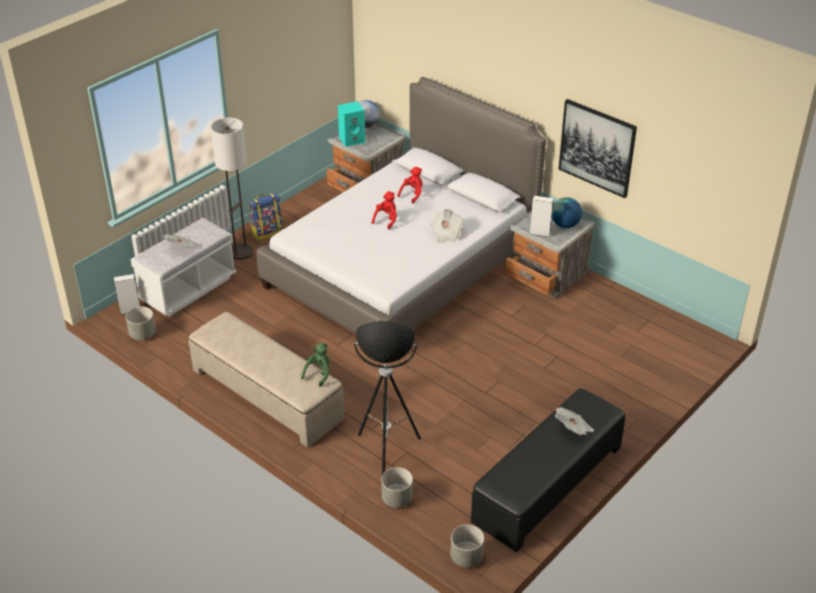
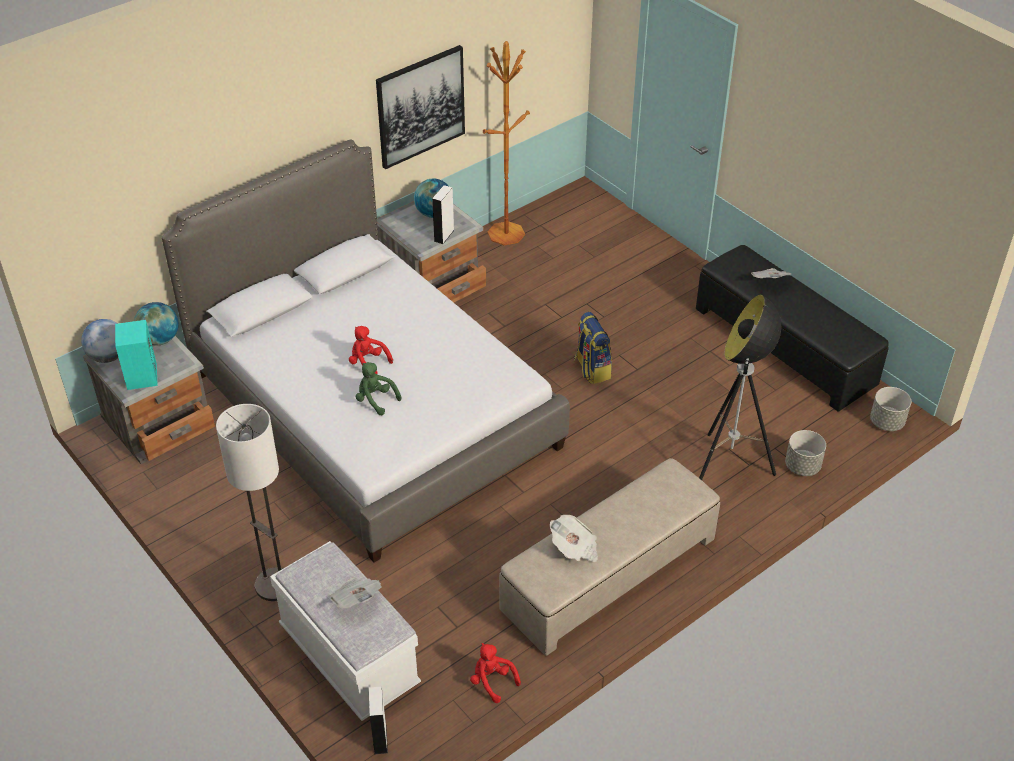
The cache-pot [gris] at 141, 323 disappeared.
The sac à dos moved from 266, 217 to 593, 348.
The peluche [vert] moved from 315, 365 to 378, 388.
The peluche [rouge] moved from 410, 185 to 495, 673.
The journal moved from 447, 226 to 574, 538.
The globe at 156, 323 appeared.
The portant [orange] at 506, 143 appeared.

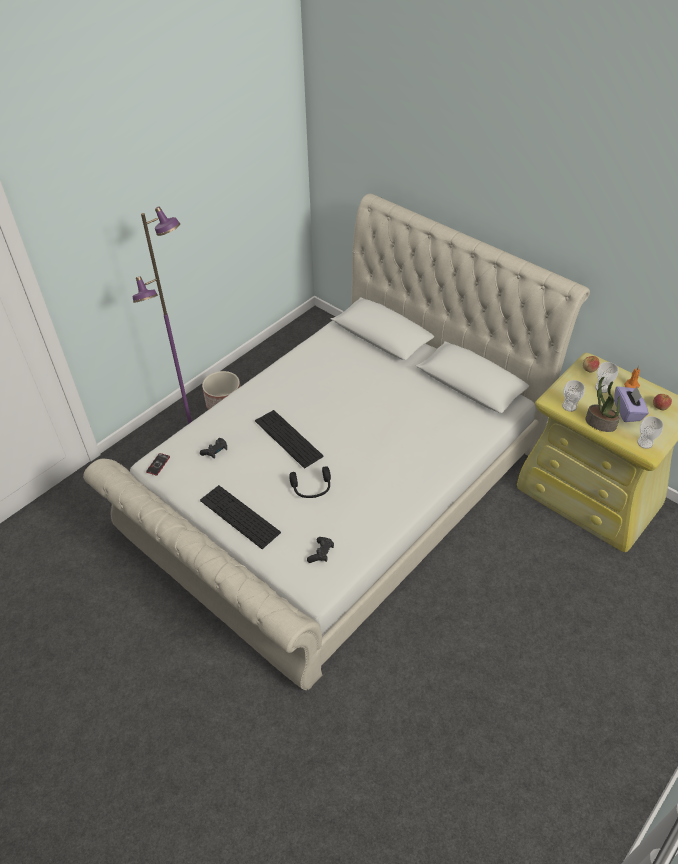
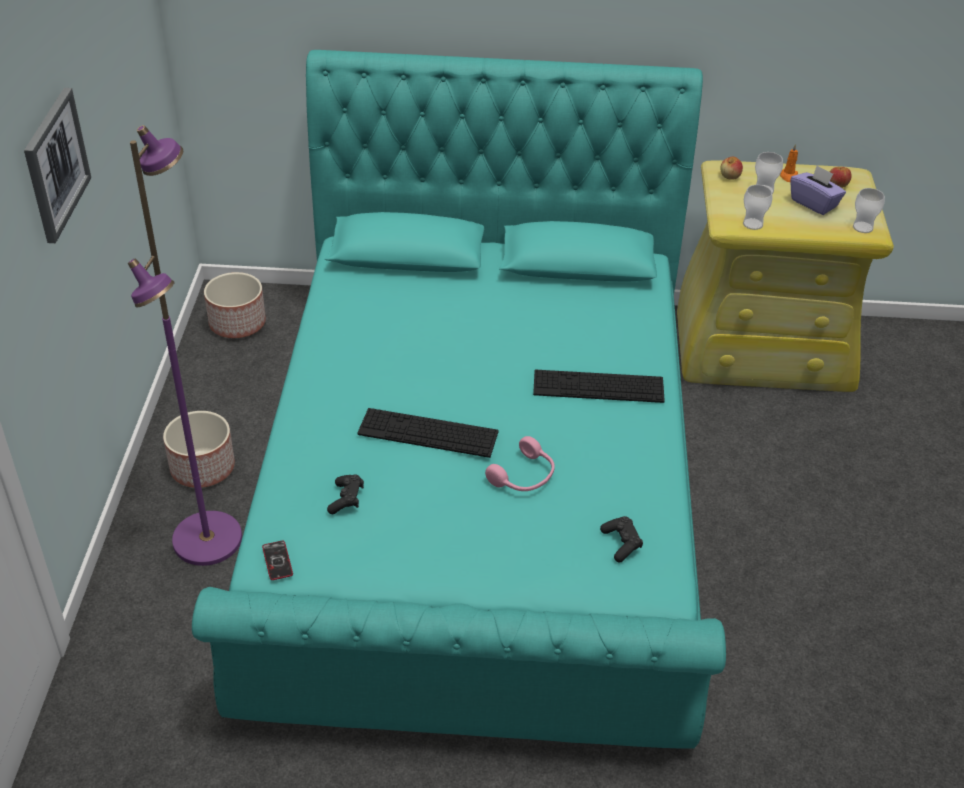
The lit [beige] at 336, 442 became the lit [turquoise] at 459, 399.
The clavier moved from 240, 517 to 599, 386.
The casque audio [noir] at 310, 482 became the casque audio [rose] at 520, 463.
The plante en pot at 602, 404 disappeared.
The tableau at 57, 165 appeared.
The cache-pot at 235, 305 appeared.

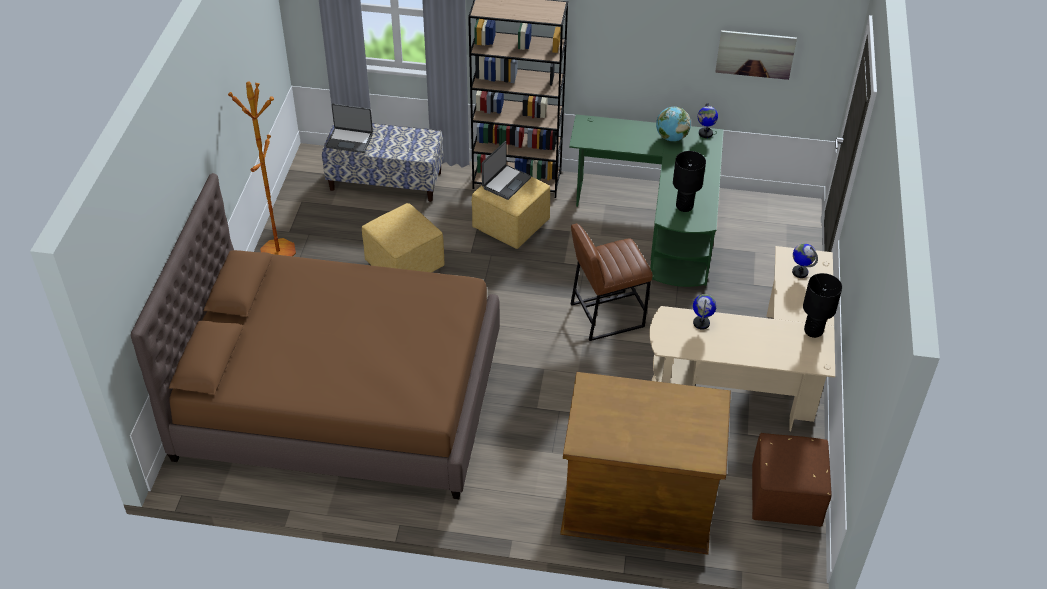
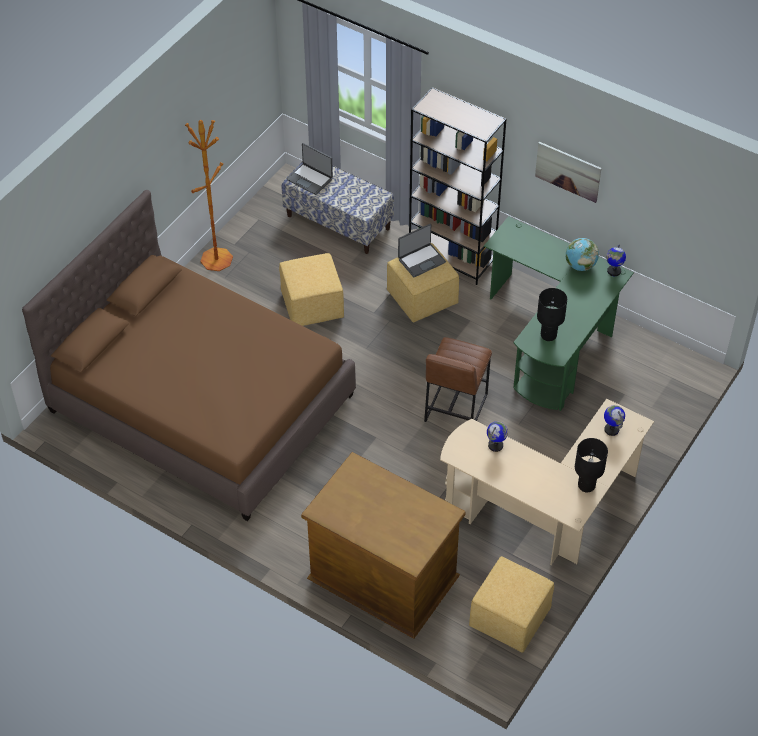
The chaise [marron] at 612, 282 turned 75 degrees counterclockwise.
The tableau moved from 756, 55 to 568, 172.
The pouf [marron] at 792, 480 became the pouf [jaune] at 511, 604.

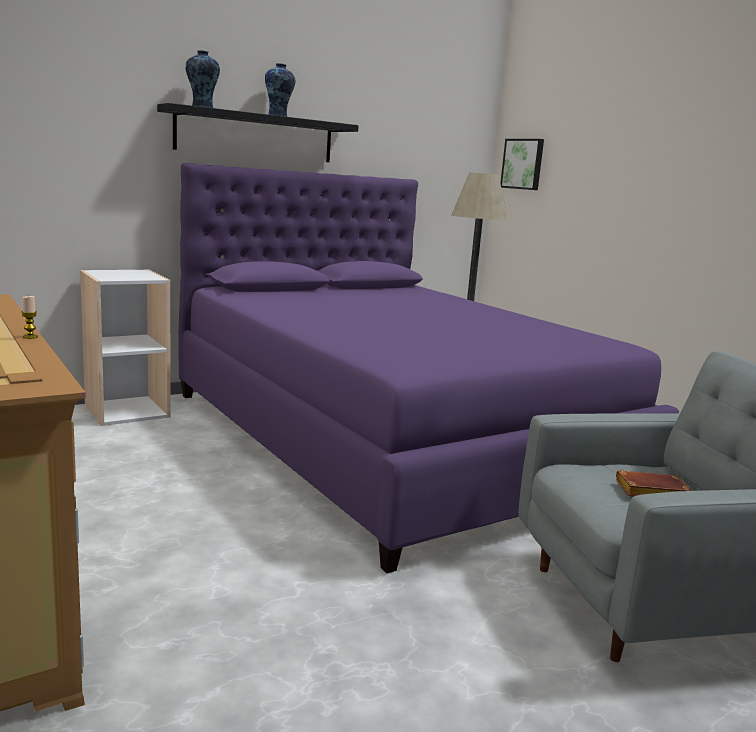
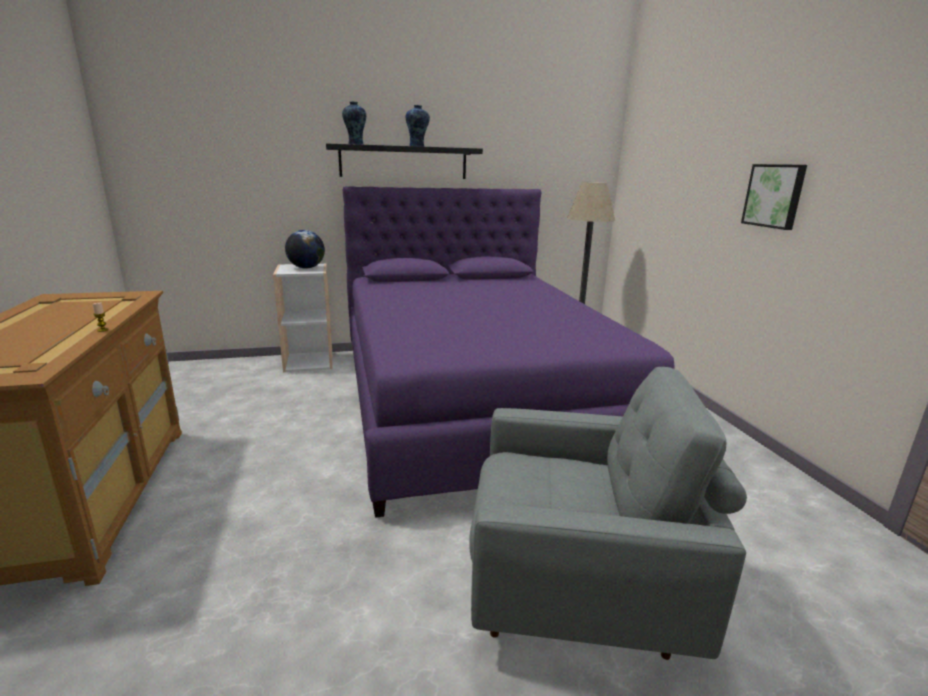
The tableau moved from 522, 164 to 774, 197.
The livre [marron] at 654, 483 disappeared.
The globe at 305, 249 appeared.

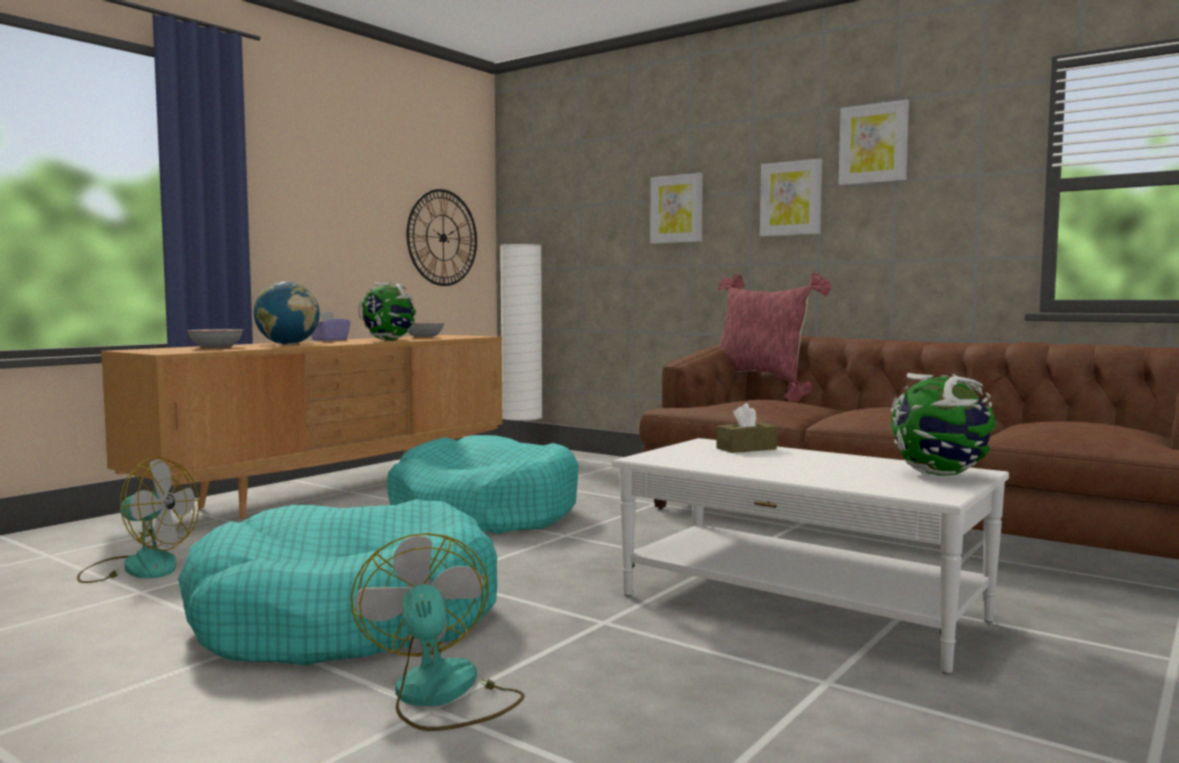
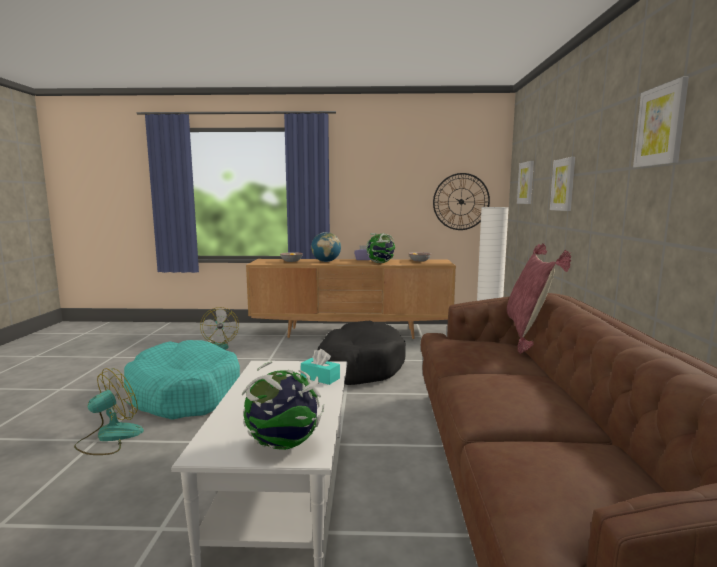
The panier pour chien [turquoise] at 483, 484 became the panier pour chien [noir] at 361, 353.
The boîte à mouchoirs [marron] at 746, 428 became the boîte à mouchoirs [turquoise] at 320, 367.
The tableau moved from 791, 197 to 525, 182.

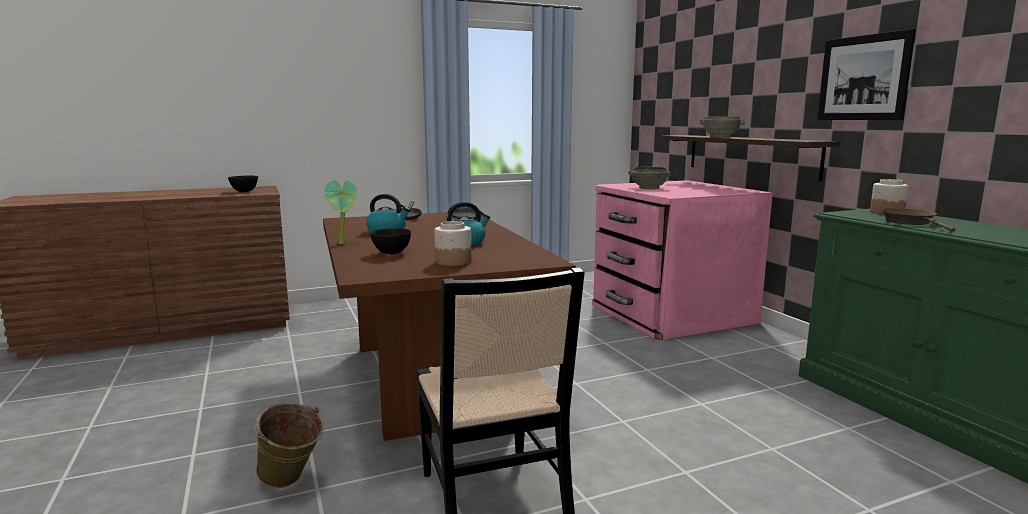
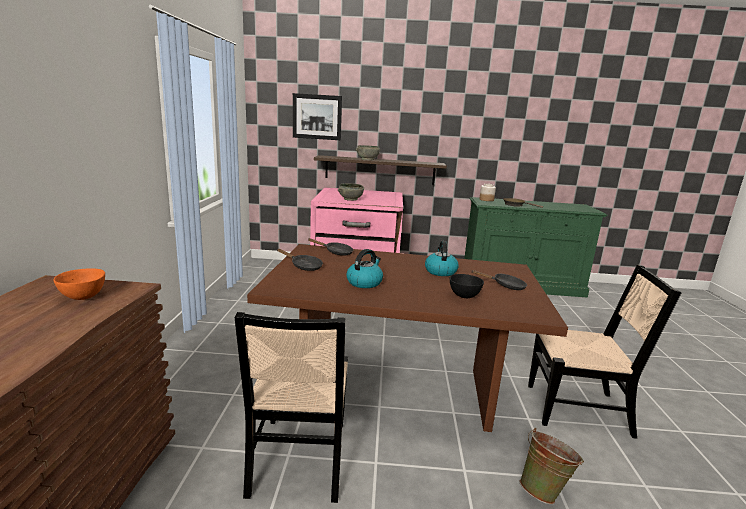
The bol [noir] at 243, 183 became the bol [orange] at 79, 284.
The plante en pot at 340, 212 disappeared.
The bocal at 453, 243 was replaced by the poêle [noir] at 499, 280.
The tableau moved from 866, 74 to 317, 116.
The chaise at 291, 407 appeared.

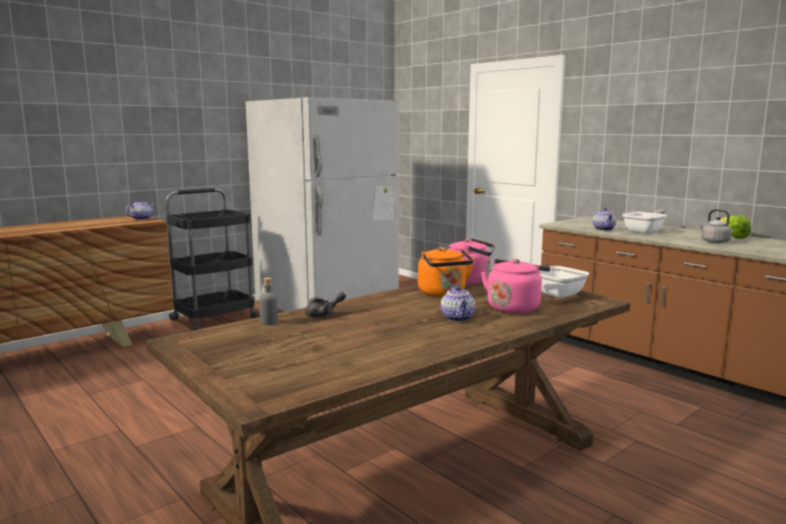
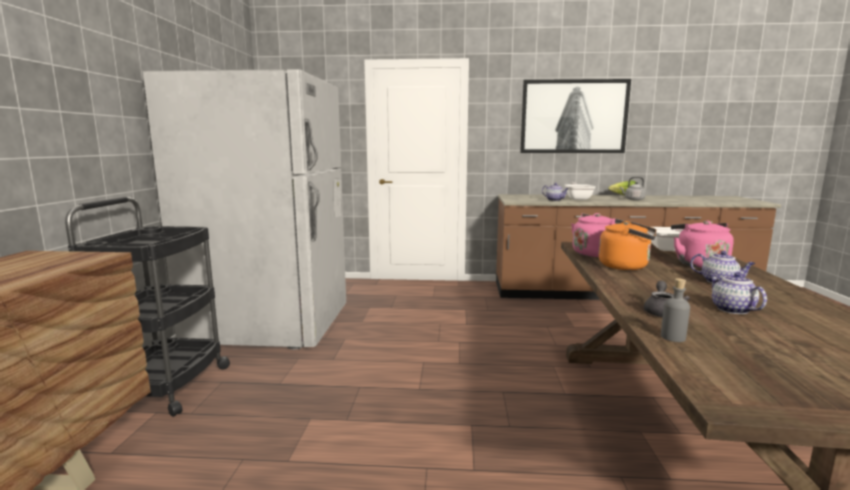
The théière moved from 140, 209 to 738, 293.
The tableau at 575, 116 appeared.

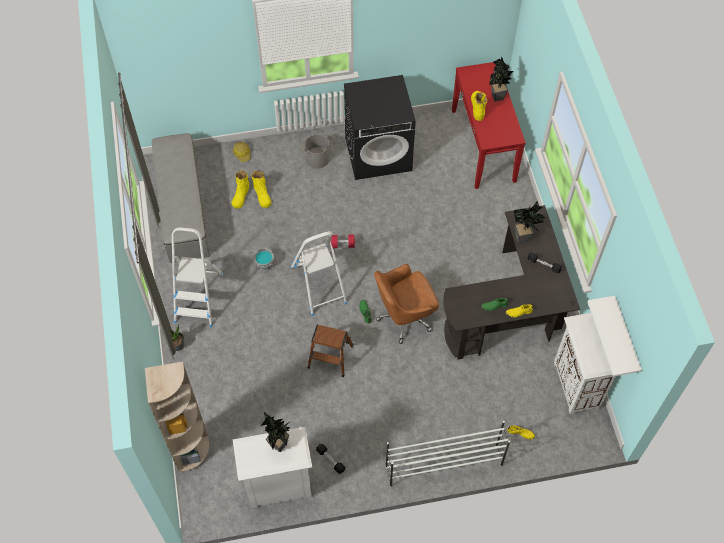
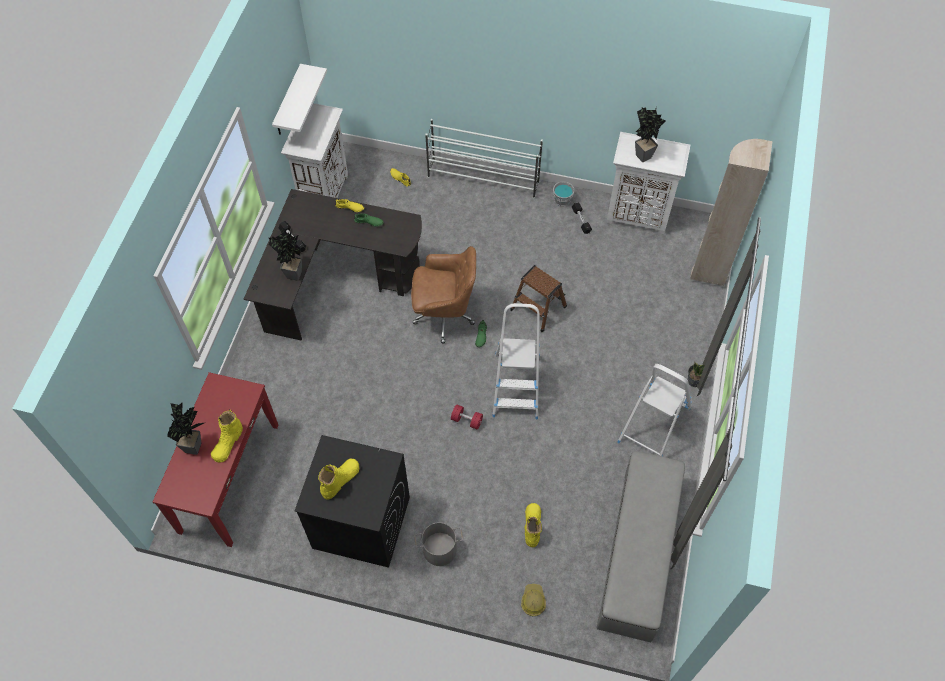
The botte [jaune] moved from 240, 189 to 338, 479.
The seau [gris] moved from 263, 259 to 564, 194.

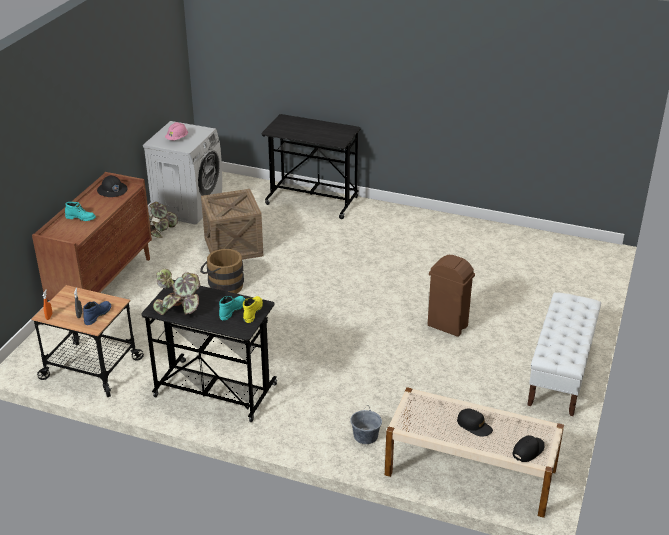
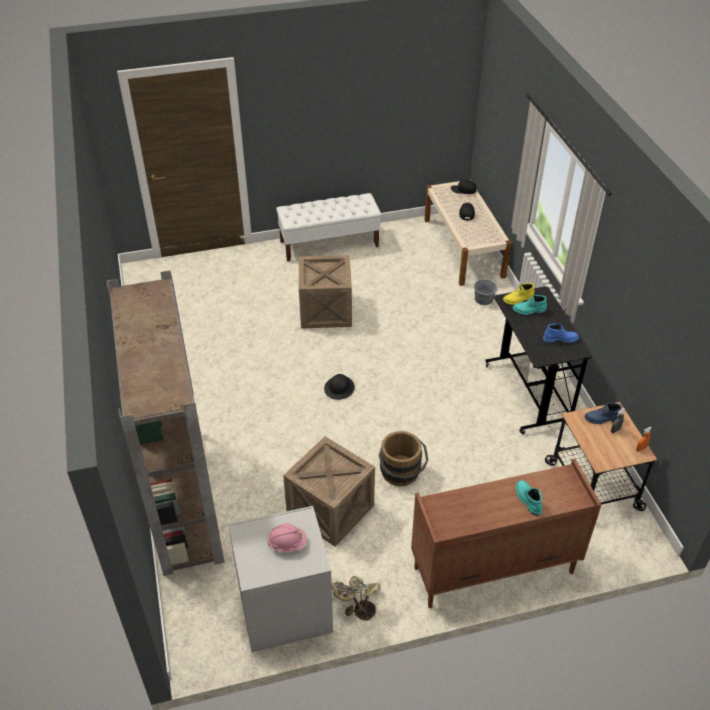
The casque de chantier [noir] moved from 112, 186 to 339, 387.
The plante en pot at 176, 292 was replaced by the botte [bleu] at 561, 333.
The bureau [noir] at 311, 166 was replaced by the bibliothèque [marron] at 165, 423.
The poubelle [marron] at 451, 296 was replaced by the caisse at 325, 292.

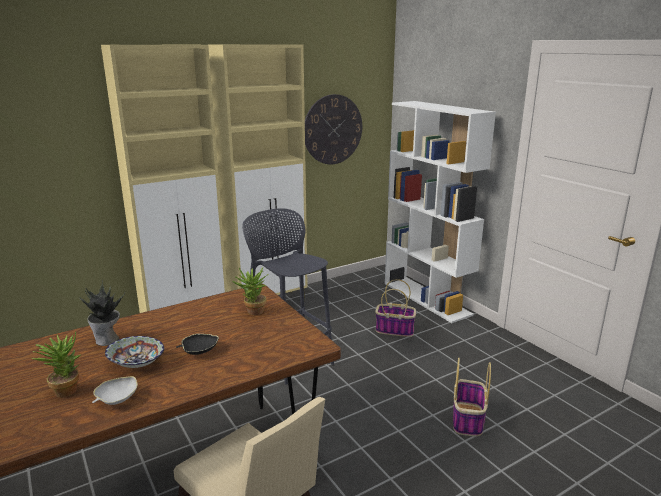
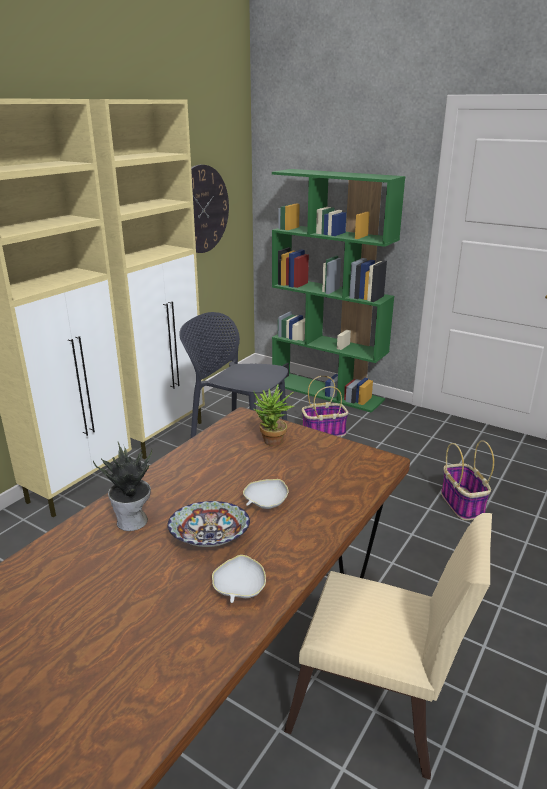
The plante en pot at 56, 365 disappeared.
The bol [noir] at 197, 344 became the bol [blanc] at 266, 494.
The bibliothèque [blanc] at 440, 212 became the bibliothèque [vert] at 338, 291.

